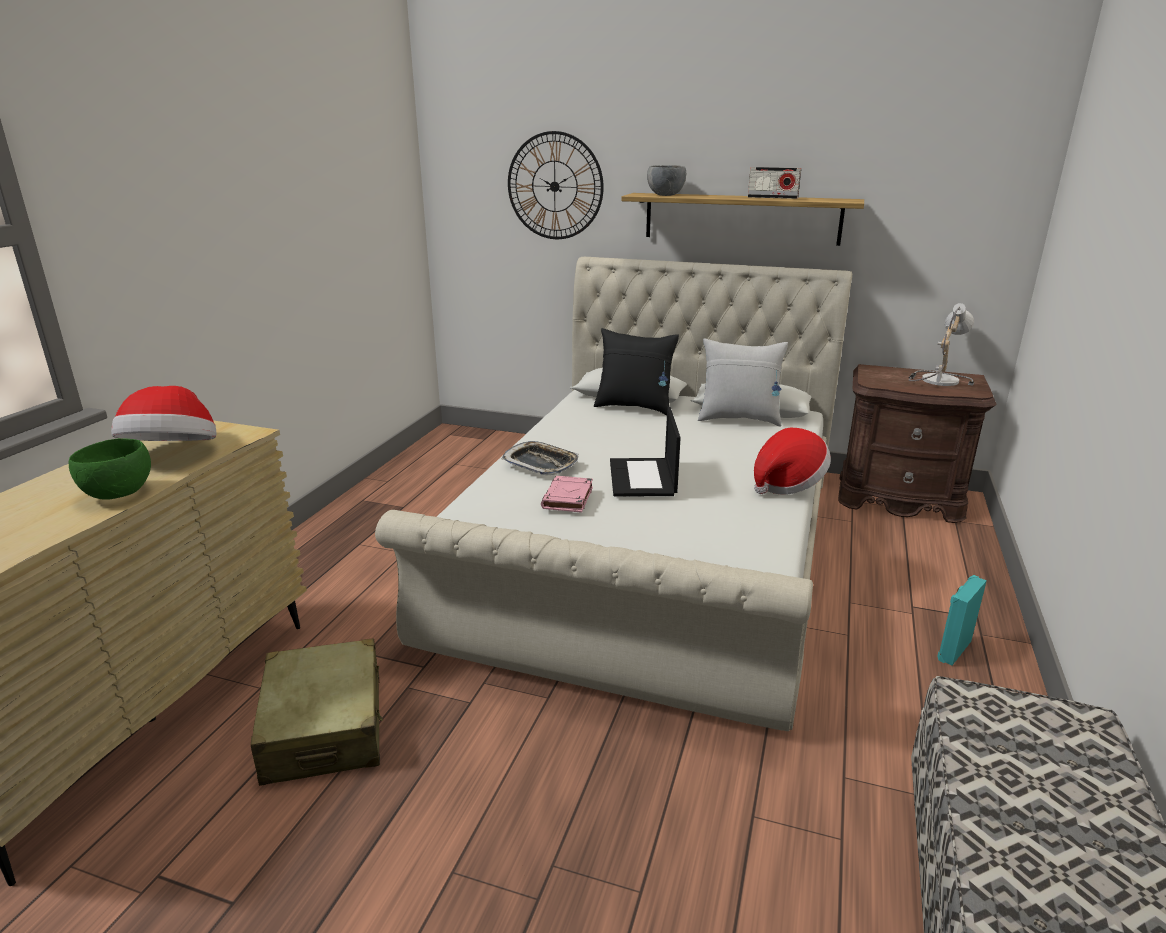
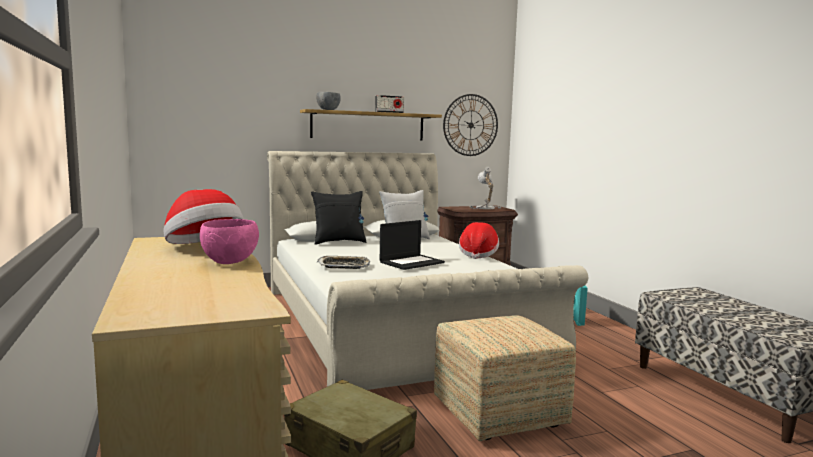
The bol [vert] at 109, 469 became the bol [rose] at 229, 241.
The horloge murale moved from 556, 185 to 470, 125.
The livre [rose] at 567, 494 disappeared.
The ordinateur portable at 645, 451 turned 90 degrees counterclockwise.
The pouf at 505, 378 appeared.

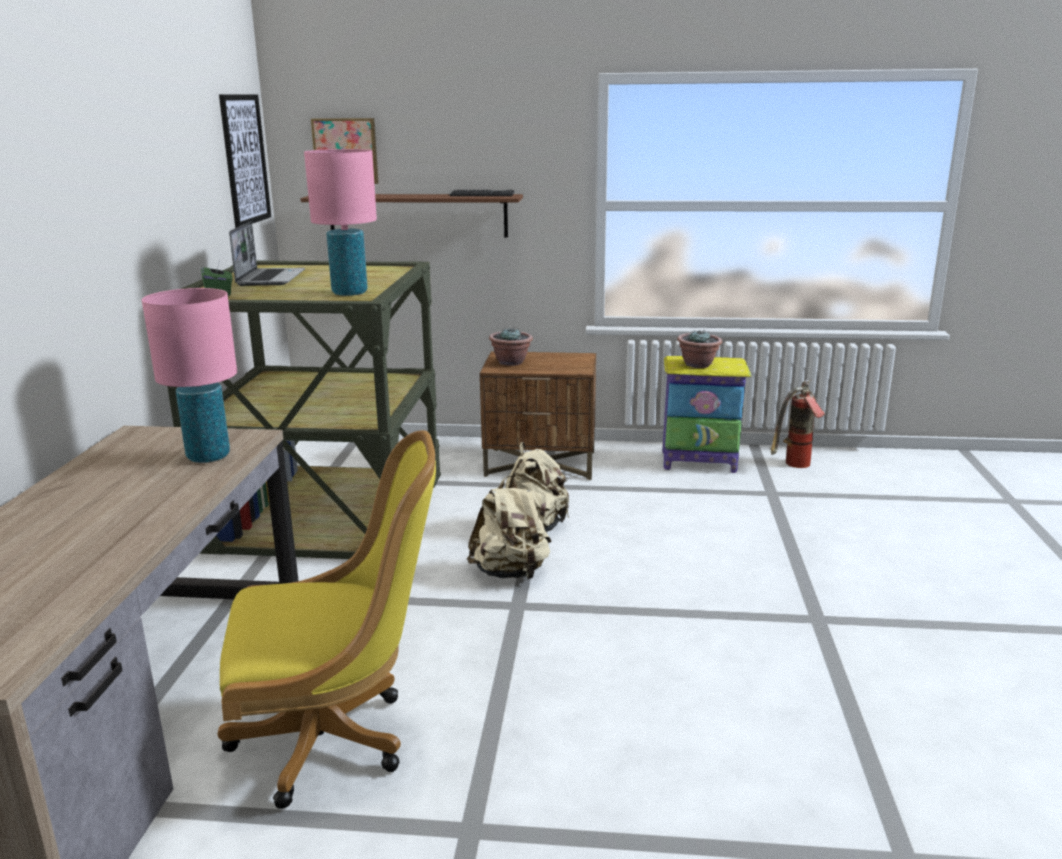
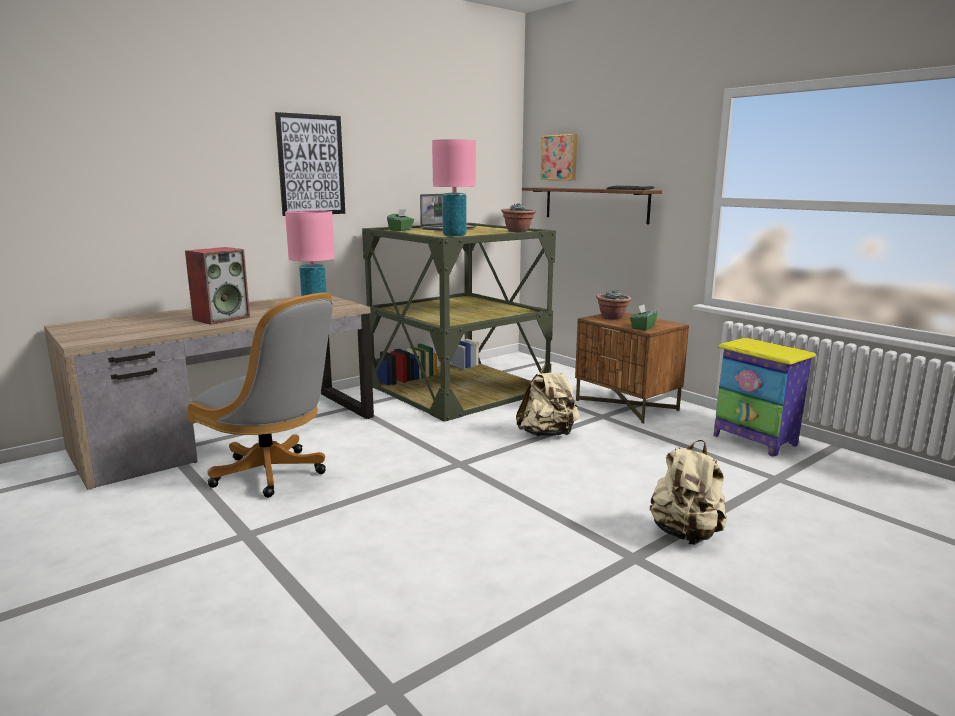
The chaise de bureau [jaune] at 327, 619 became the chaise de bureau [gris] at 260, 395.
The tableau moved from 245, 161 to 310, 164.
The sac à dos [beige] moved from 509, 527 to 688, 492.
The plante en pot moved from 699, 348 to 518, 217.
The extincteur at 798, 423 disappeared.
The enceinte at 217, 286 appeared.
The boîte à mouchoirs [vert] at 643, 317 appeared.

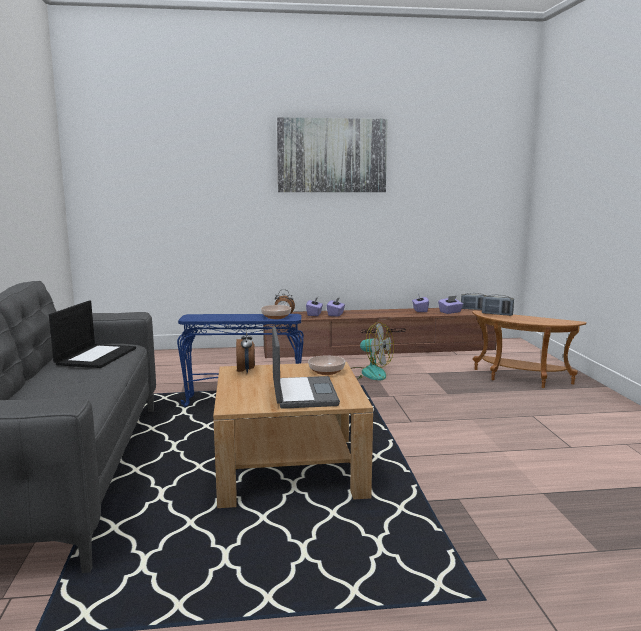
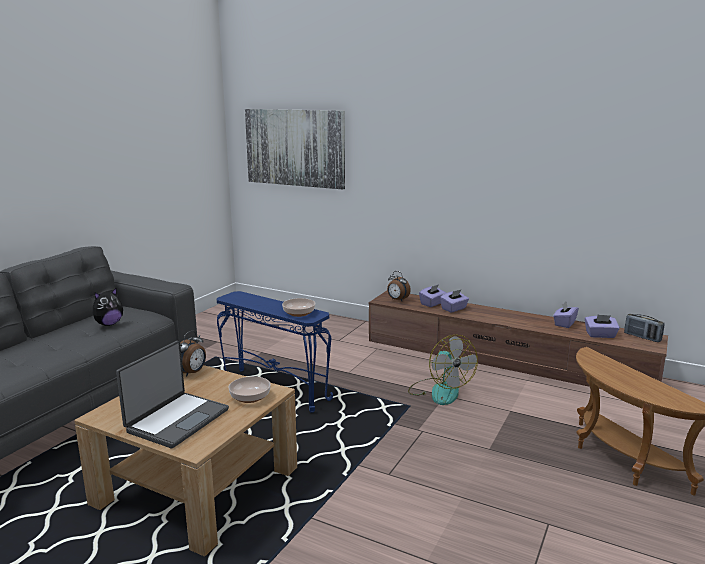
The ordinateur portable at 92, 334 was replaced by the peluche at 108, 307.
The tableau moved from 332, 154 to 295, 149.
The radio at 498, 305 disappeared.

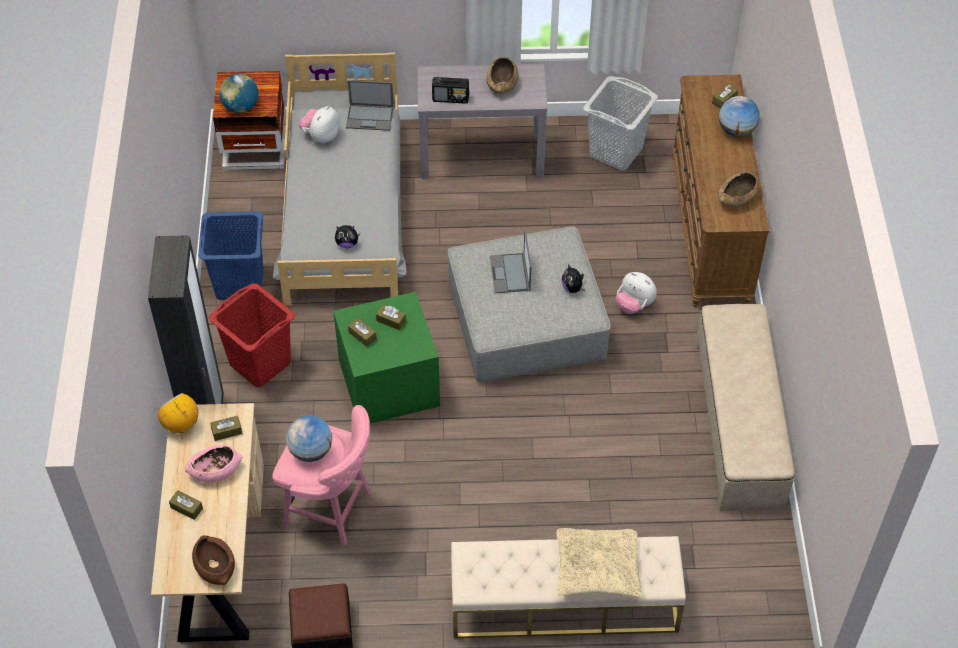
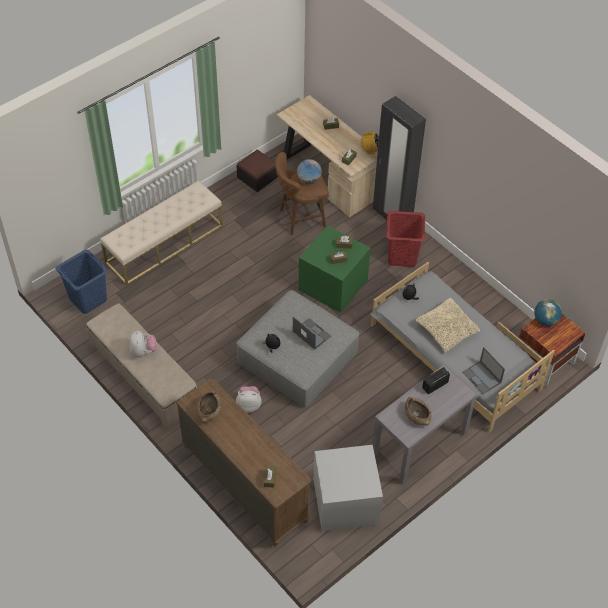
The bol [rose] at 213, 464 disappeared.
The bol [marron] at 213, 560 disappeared.
The panier à linge [bleu] moved from 230, 255 to 81, 281.
The tabouret [rose] at 321, 475 became the tabouret [marron] at 302, 193.
The peluche moved from 319, 124 to 143, 344.
The ordinateur portable at 370, 105 turned 90 degrees counterclockwise.
The coussin [beige] moved from 599, 562 to 448, 325.
The panier à linge [gris] at 621, 123 was replaced by the boîte de rangement [gris] at 348, 488.
The globe at 739, 116 disappeared.

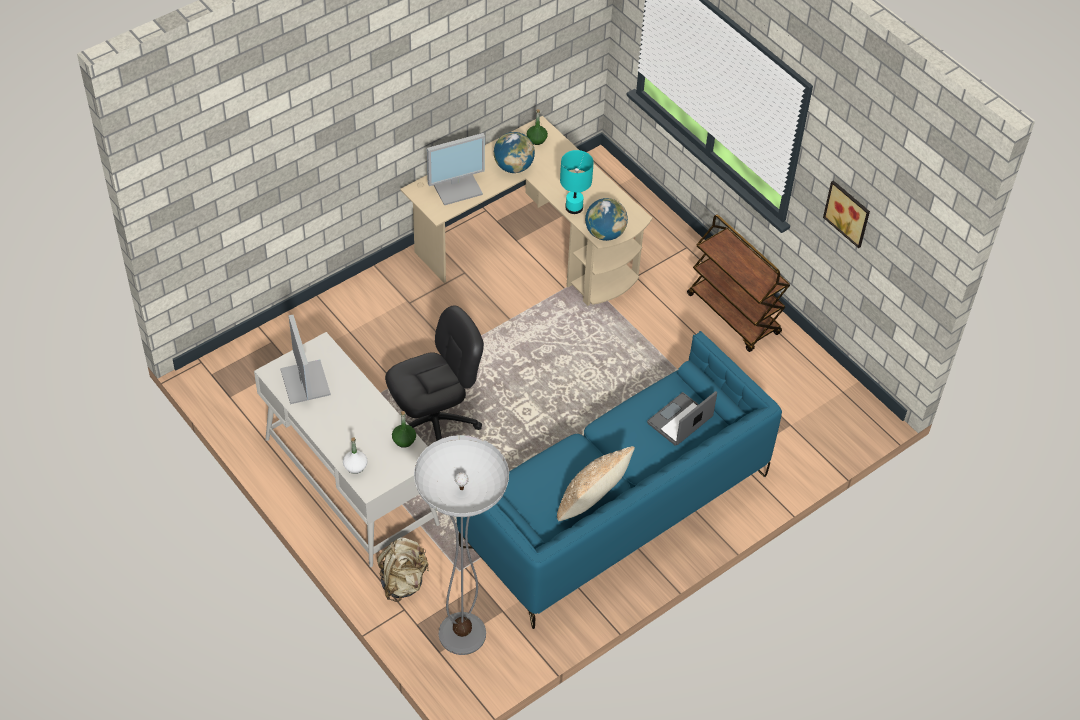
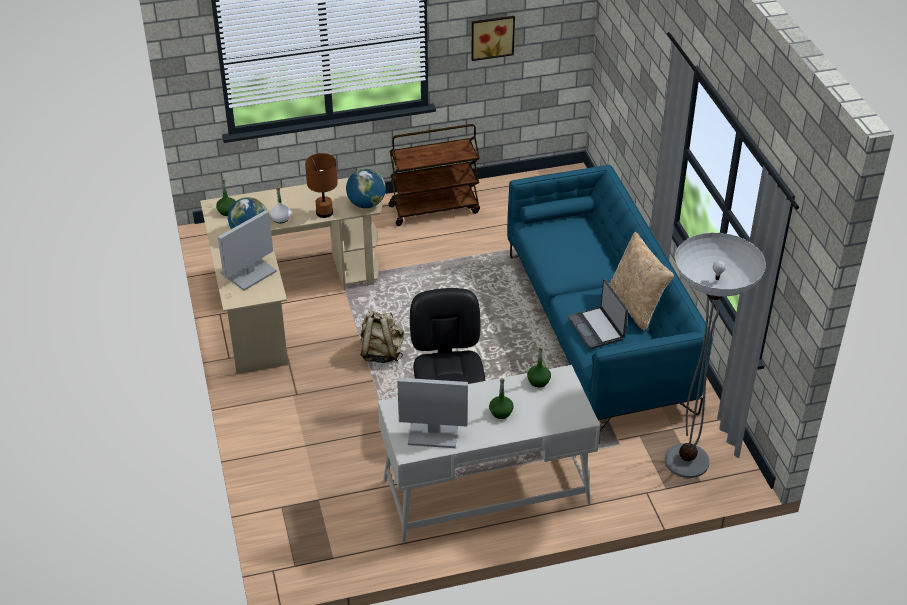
The bouteille [blanc] moved from 355, 456 to 280, 204.
The sac à dos [beige] moved from 403, 570 to 381, 336.
The écran d'ordinateur at 456, 169 turned 135 degrees counterclockwise.
The lampe de table [turquoise] at 576, 182 became the lampe de table [marron] at 321, 185.
The ordinateur portable moved from 682, 418 to 598, 314.
The bouteille [vert] at 501, 398 appeared.

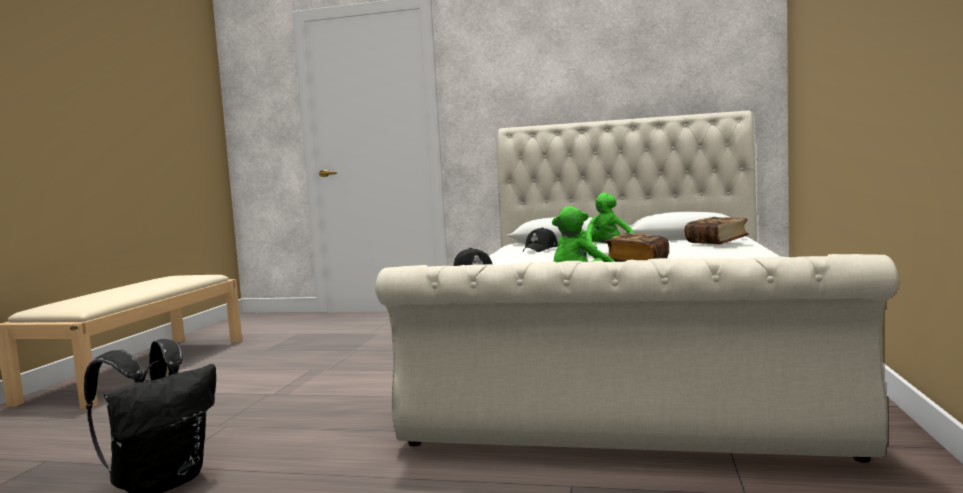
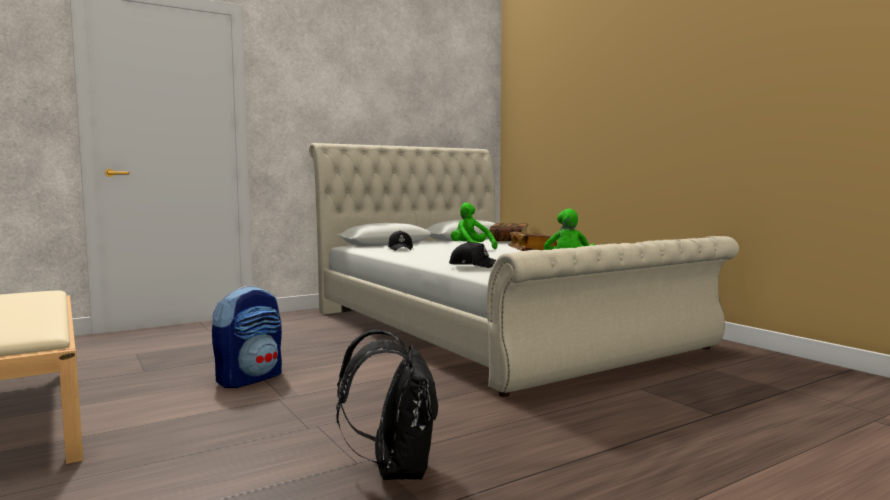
The sac à dos at 247, 337 appeared.

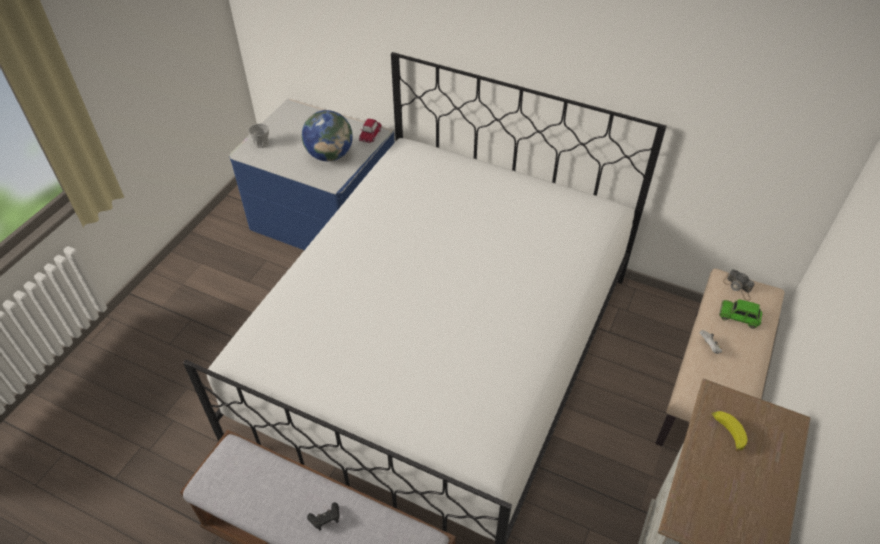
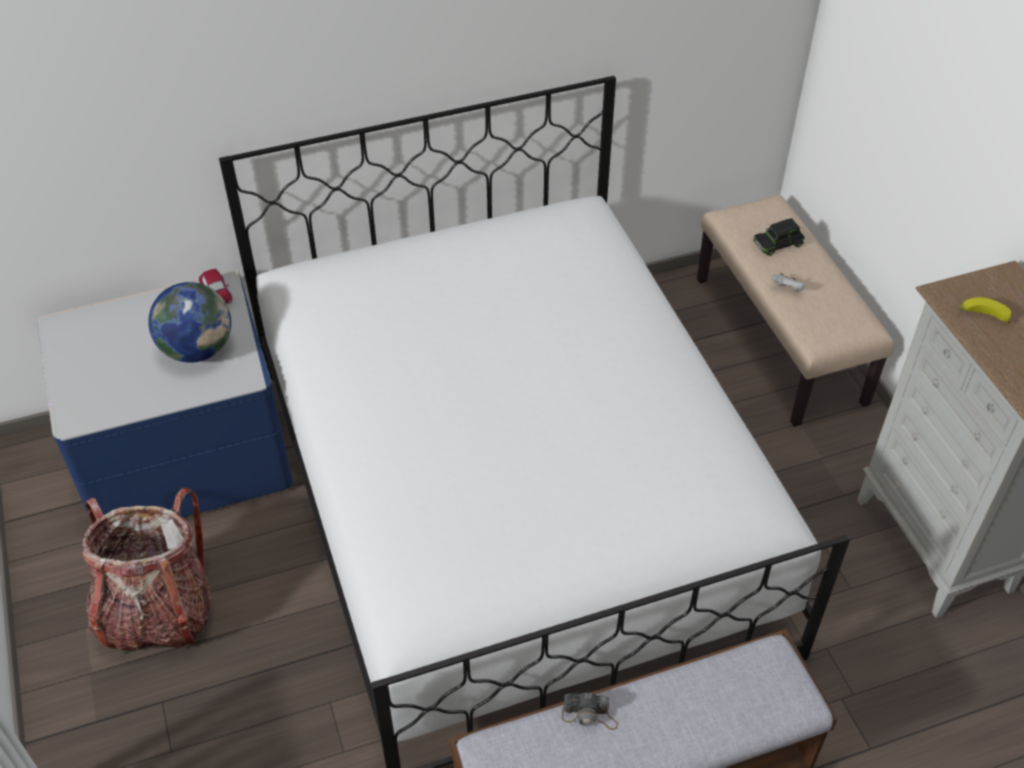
The tasse at 258, 135 disappeared.
The manette [noir] at 323, 516 disappeared.
The petite voiture [vert] at 741, 314 became the petite voiture [noir] at 779, 237.
The appareil photo moved from 739, 285 to 590, 711.
The sac à dos at 147, 570 appeared.

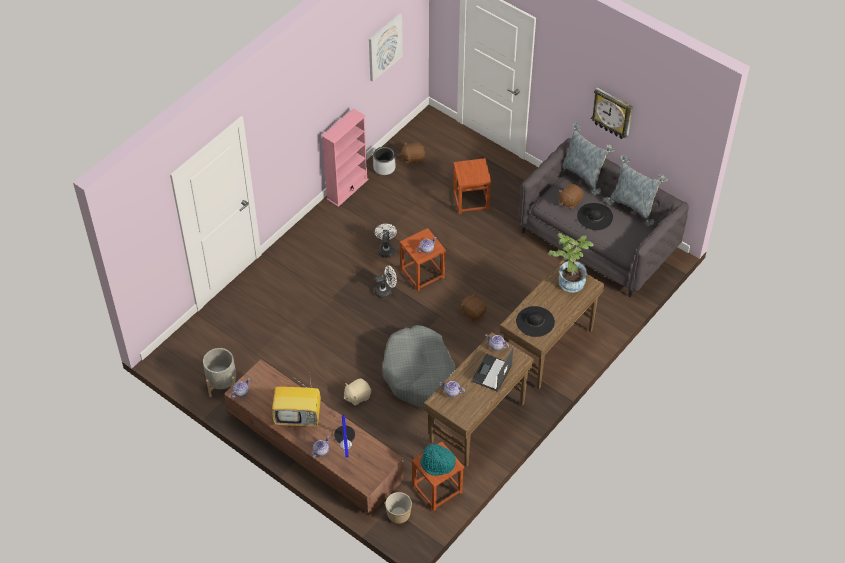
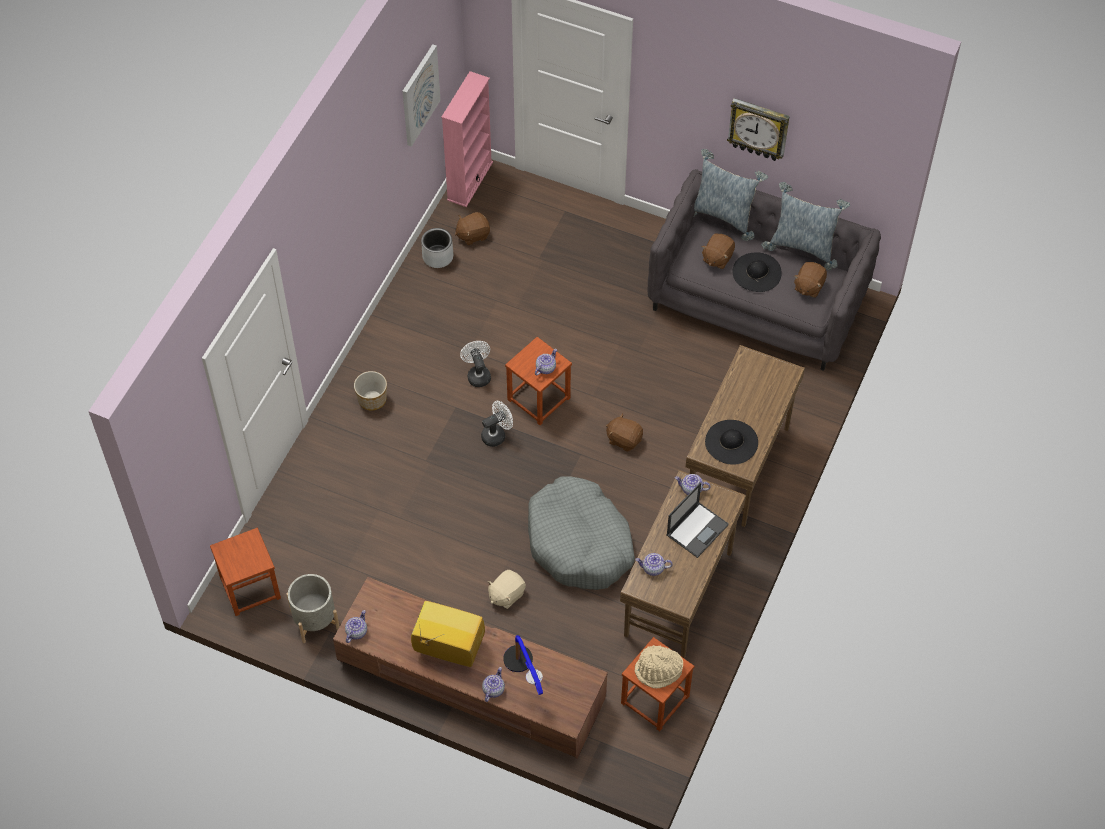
The téléviseur at 296, 401 turned 150 degrees counterclockwise.
The bibliothèque [rose] moved from 345, 157 to 467, 139.
The cache-pot moved from 398, 508 to 370, 390.
The chapeau [turquoise] at 438, 460 became the chapeau [beige] at 659, 666.
The tabouret [marron] moved from 472, 186 to 245, 572.
The ordinateur portable at 492, 370 turned 150 degrees counterclockwise.
The plante en pot at 571, 263 disappeared.
The peluche [marron] at 810, 280 appeared.

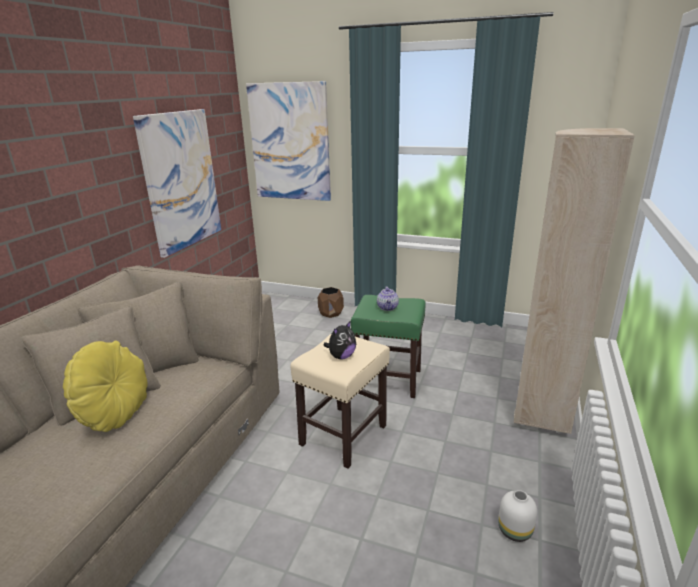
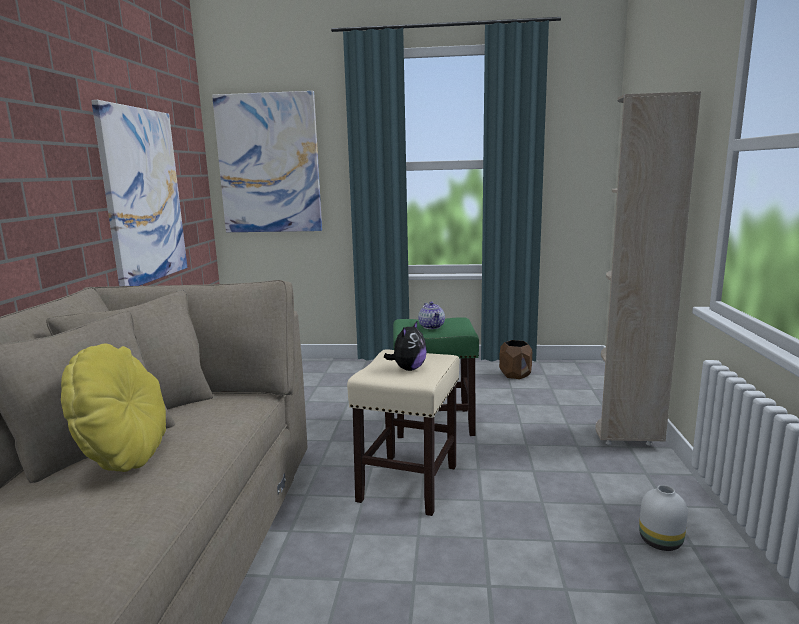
The cache-pot [marron] moved from 331, 302 to 515, 359.

